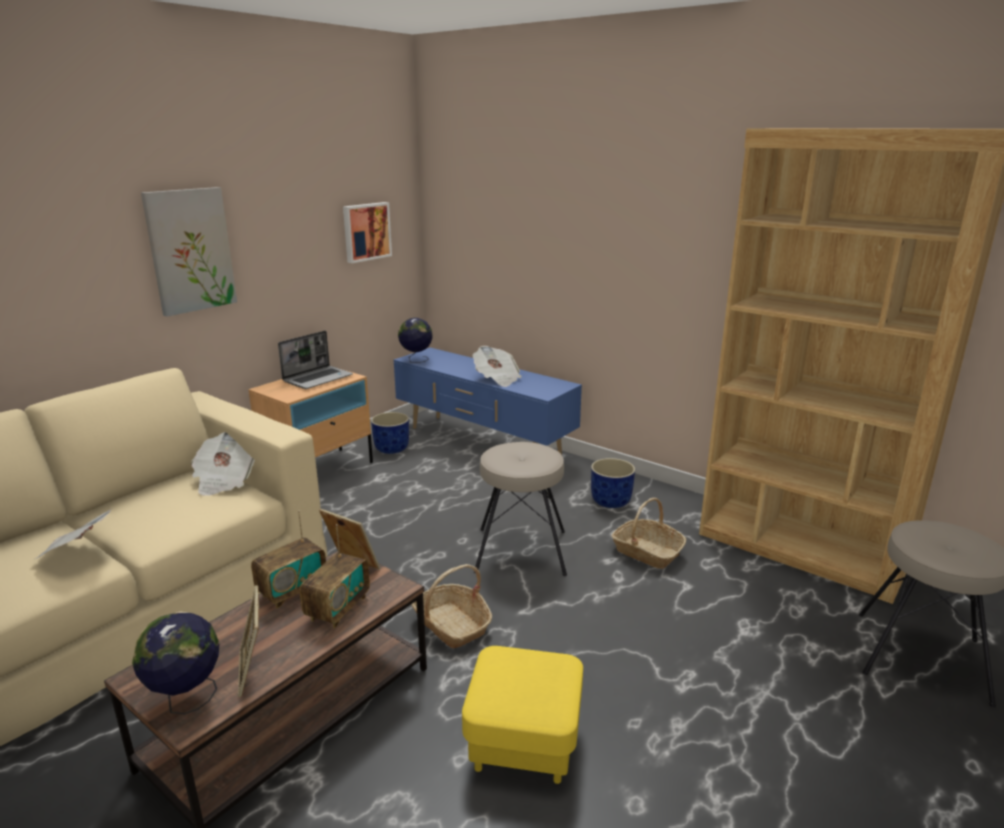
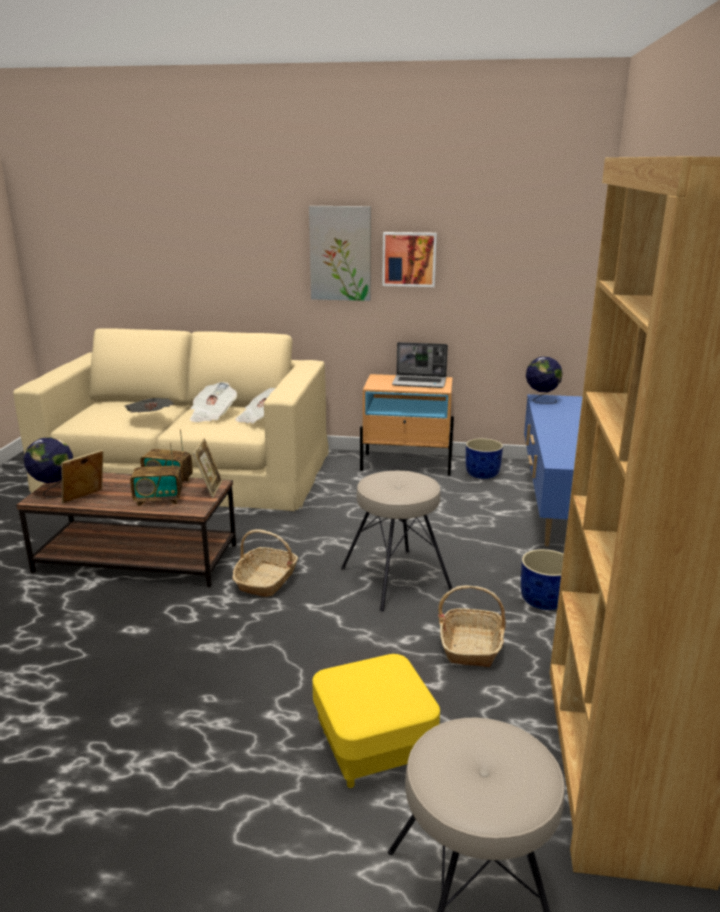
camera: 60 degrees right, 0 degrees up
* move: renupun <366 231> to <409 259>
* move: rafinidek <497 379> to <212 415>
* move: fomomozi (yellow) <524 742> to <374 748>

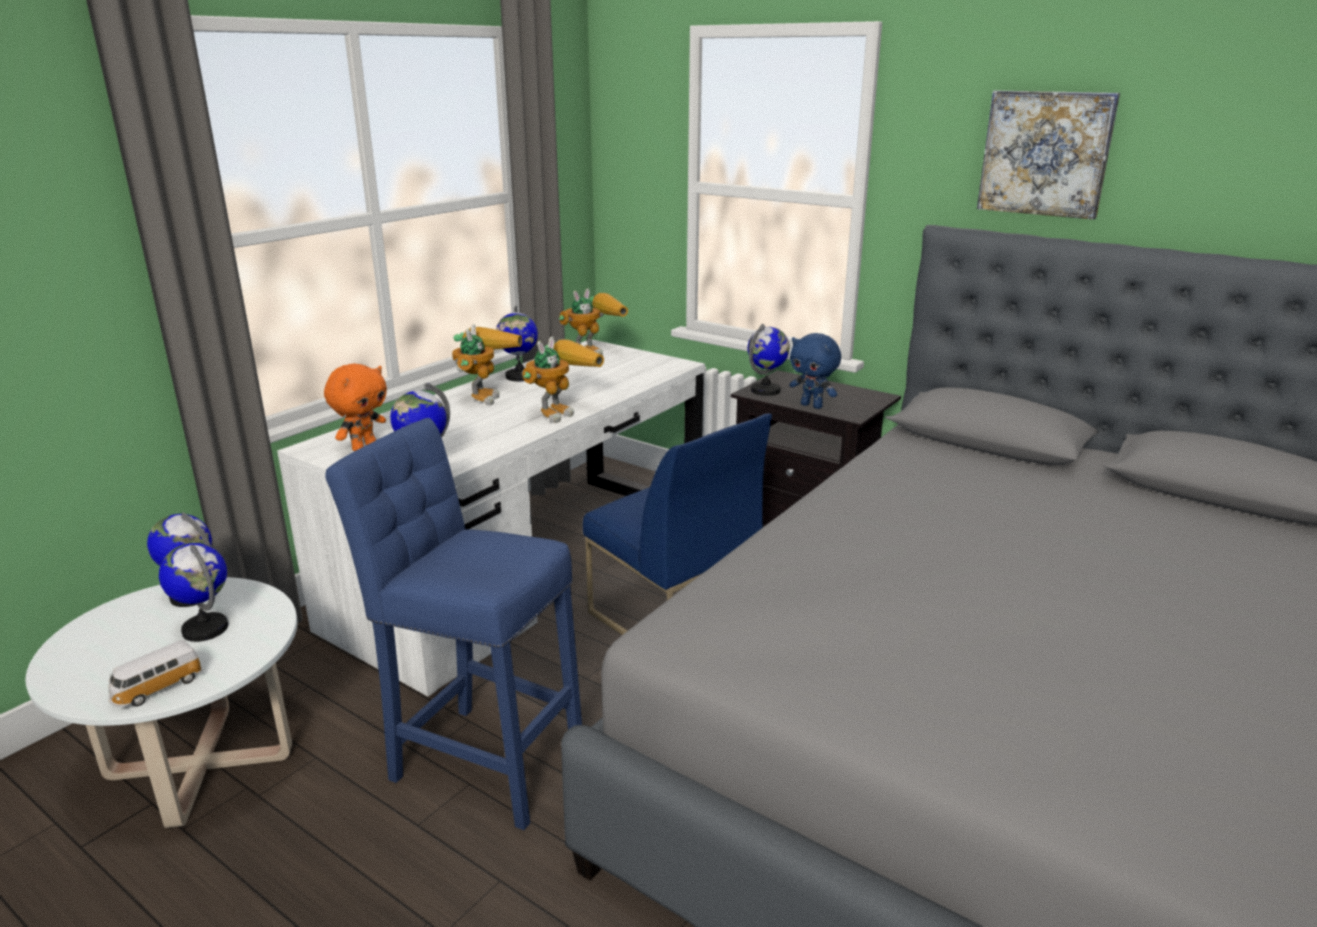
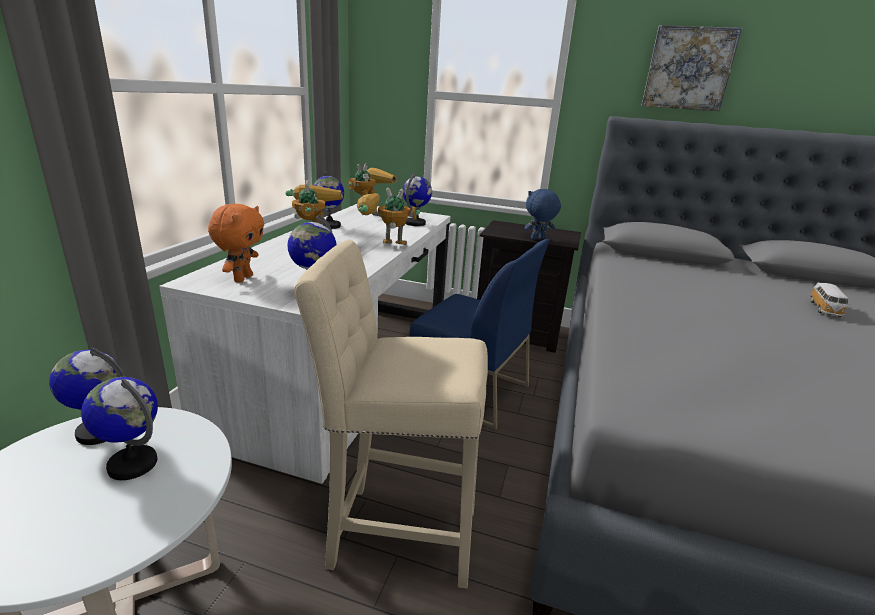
camera: 20 degrees left, 0 degrees up
* move: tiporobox <766 390> to <415 223>
* rotate: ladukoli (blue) <812 406> = <538 239> 135 degrees clockwise
* rotate: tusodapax <561 411> = <383 246> 105 degrees counterclockwise
* recolor: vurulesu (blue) <480 762> to vurulesu (beige) <396 533>
* move: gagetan <157 689> to <825 309>

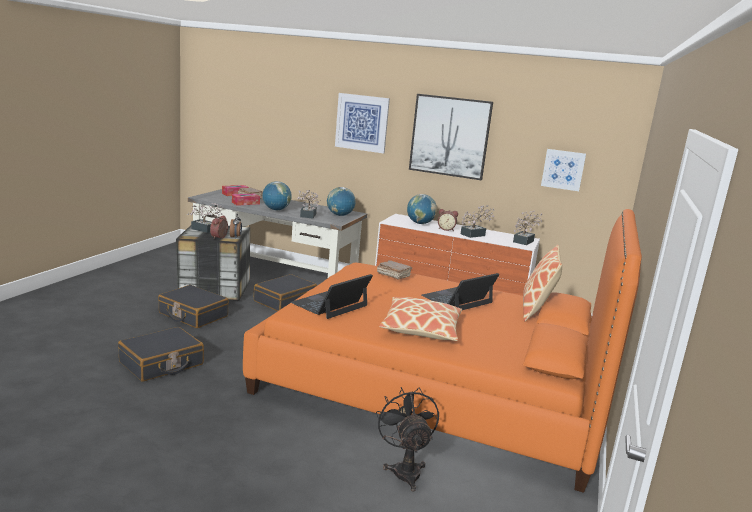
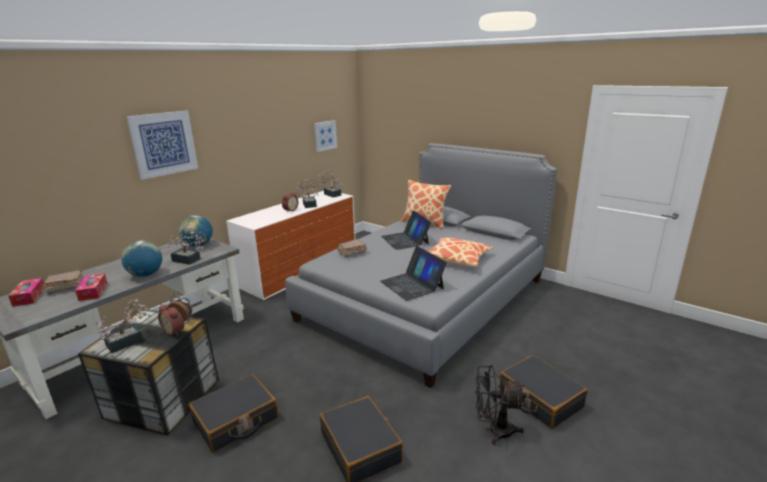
camera: 70 degrees left, 5 degrees up
* delete: renupun <450 136>
* delete: tiporobox <420 223>
* recolor: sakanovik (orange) <435 384> to sakanovik (grey) <425 299>
* move: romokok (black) <284 300> to <539 399>
* move: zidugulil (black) <404 469> to <494 430>

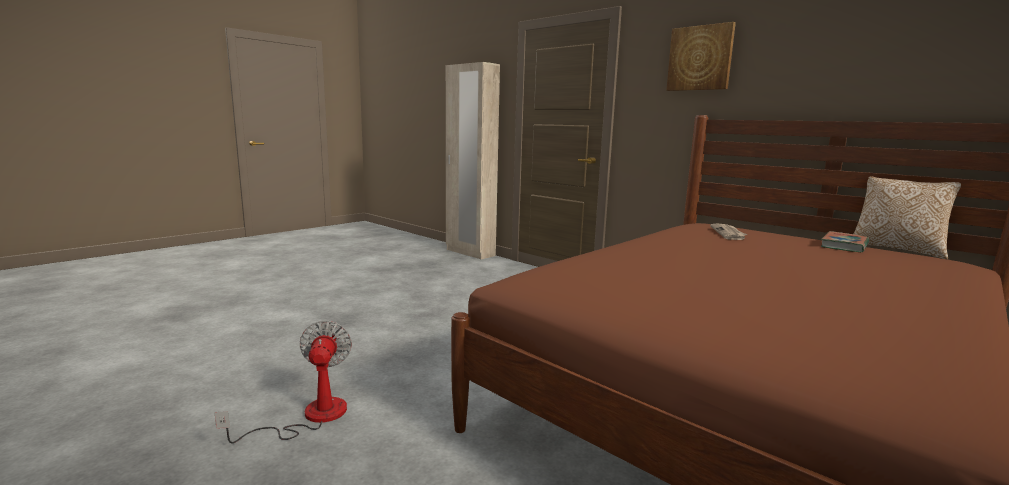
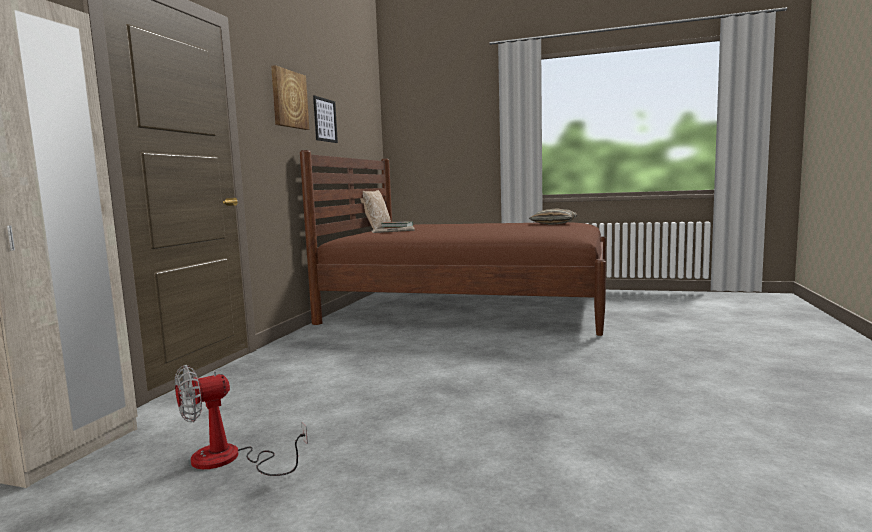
camera: 115 degrees left, 5 degrees down
* move: zidugulil <310 417> to <229 460>
* insert: renupun <325 120>
* insert: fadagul <554 223>

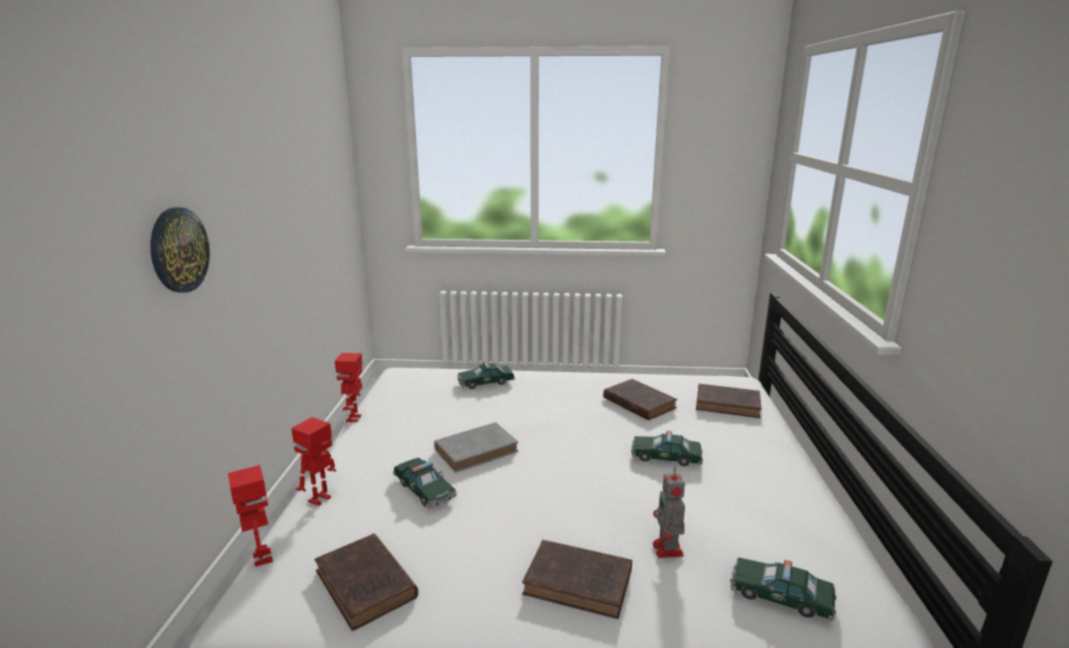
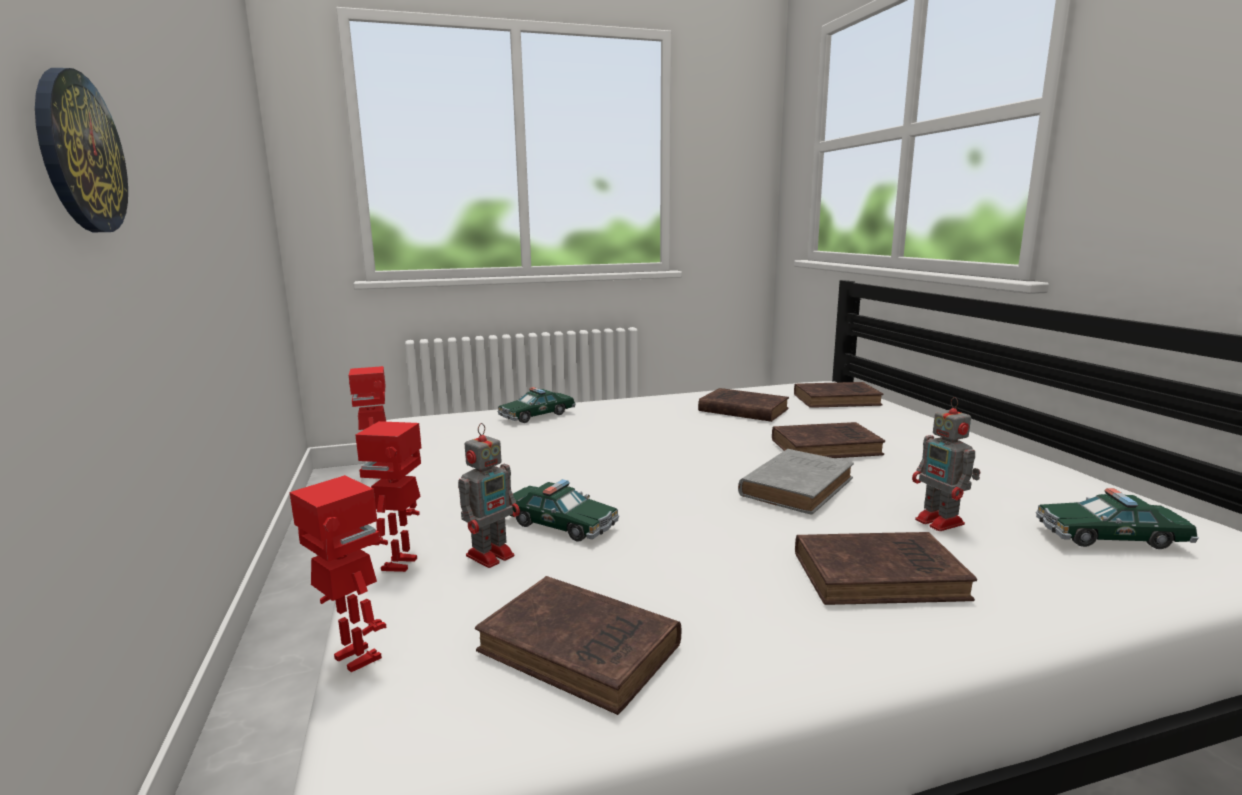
camera: 20 degrees left, 5 degrees down
* move: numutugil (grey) <478 450> to <798 486>
* replace: gagetan <665 457> to numutugil (brown) <828 447>
* insert: tusodapax <492 554>

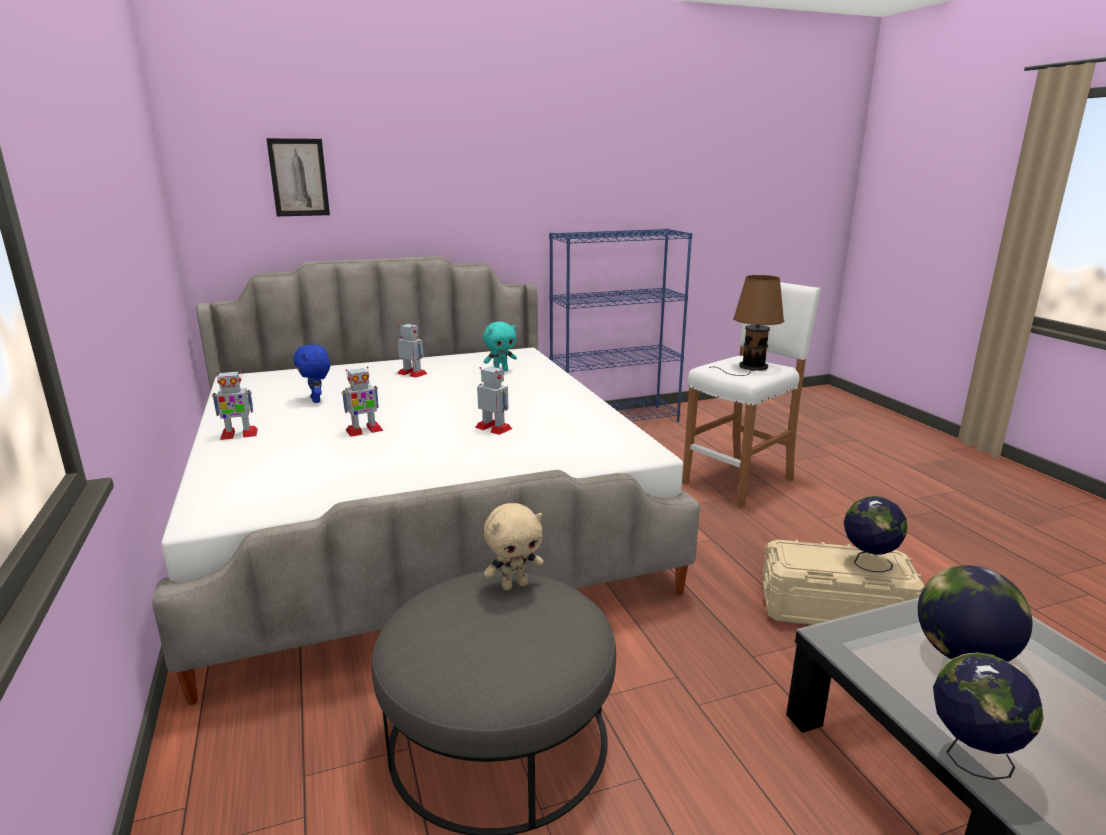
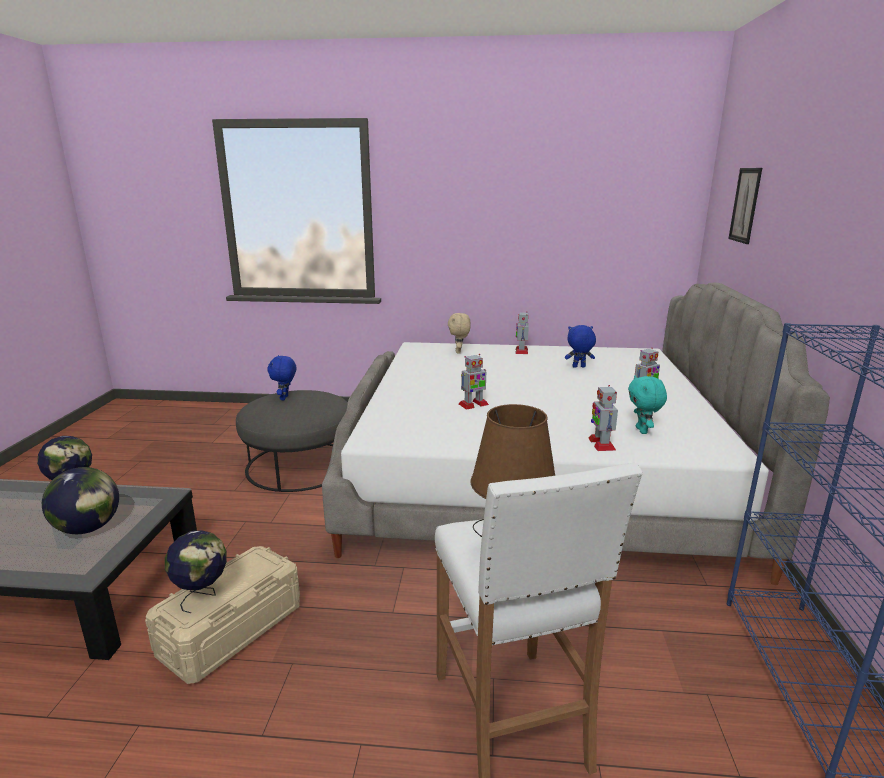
camera: 115 degrees right, 0 degrees up
* move: tusodapax <364 430> to <601 444>
* move: ladukoli (beige) <514 585> to <459 352>
* insert: ladukoli (blue) <285 398>

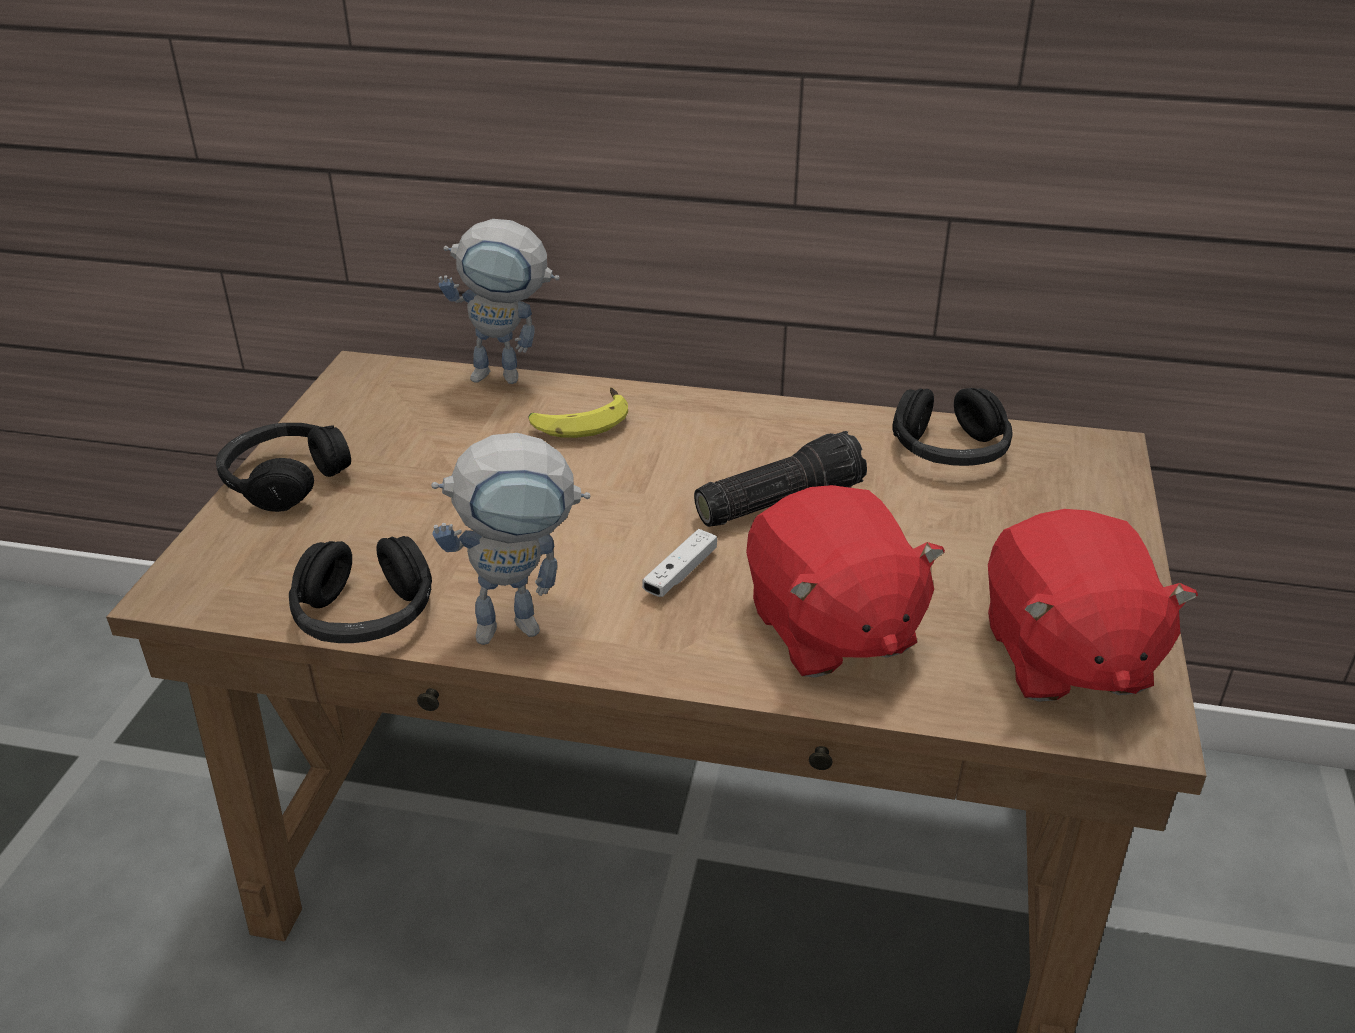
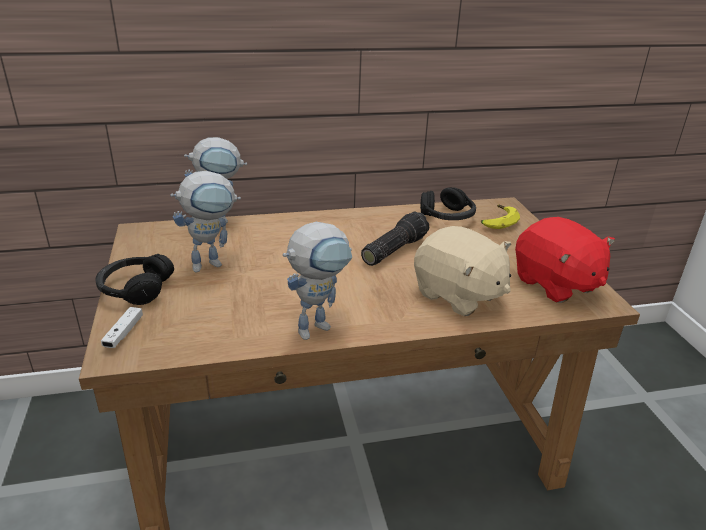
camera: 25 degrees left, 5 degrees down
* move: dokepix <579 421> to <496 221>
* recolor: ladukoli (red) <830 629> to ladukoli (beige) <458 295>
* move: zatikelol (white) <680 573> to <124 333>
* delete: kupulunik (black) <364 615>
* insert: tusodapax <213 263>

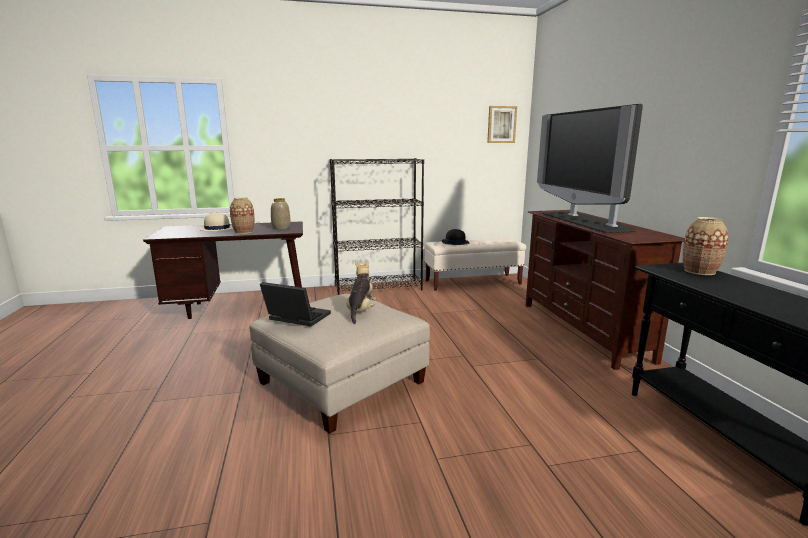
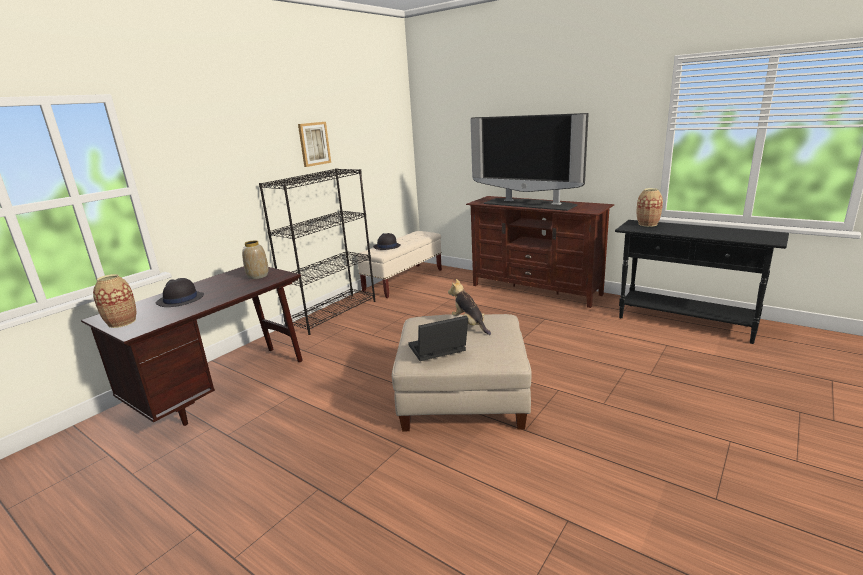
camera: 40 degrees left, 5 degrees up
* move: renupun <501 124> to <314 144>
* move: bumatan <244 232> to <122 322>
* recolor: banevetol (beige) <217 229> to banevetol (black) <180 300>

